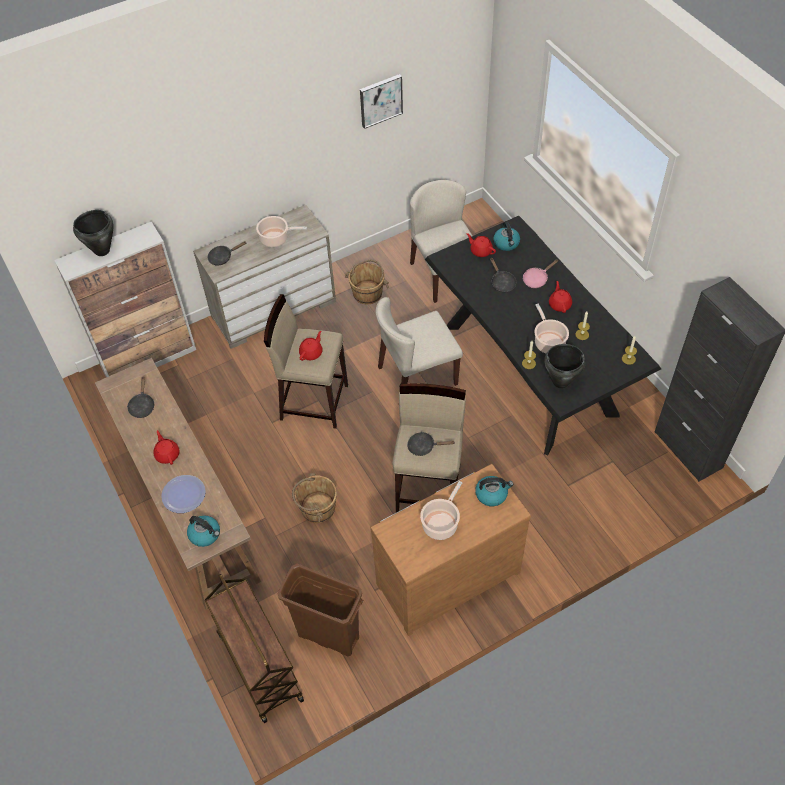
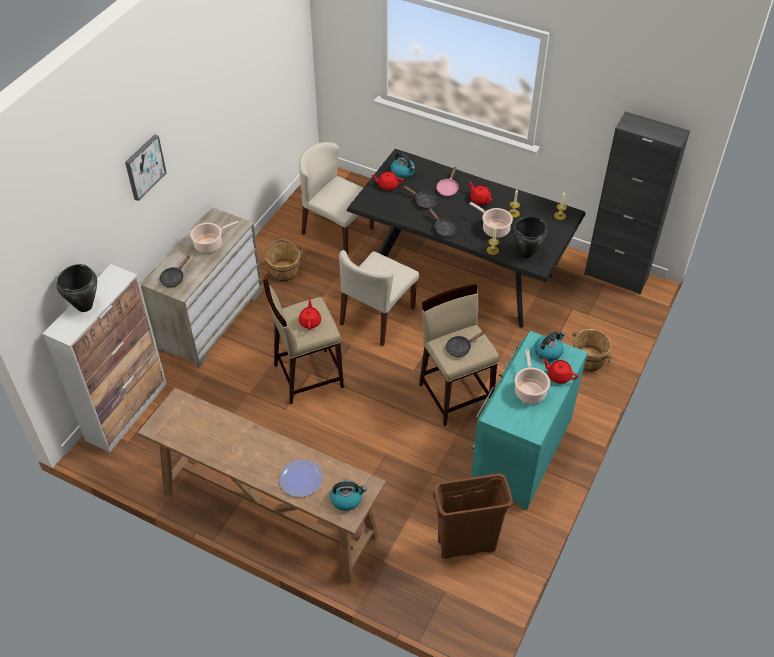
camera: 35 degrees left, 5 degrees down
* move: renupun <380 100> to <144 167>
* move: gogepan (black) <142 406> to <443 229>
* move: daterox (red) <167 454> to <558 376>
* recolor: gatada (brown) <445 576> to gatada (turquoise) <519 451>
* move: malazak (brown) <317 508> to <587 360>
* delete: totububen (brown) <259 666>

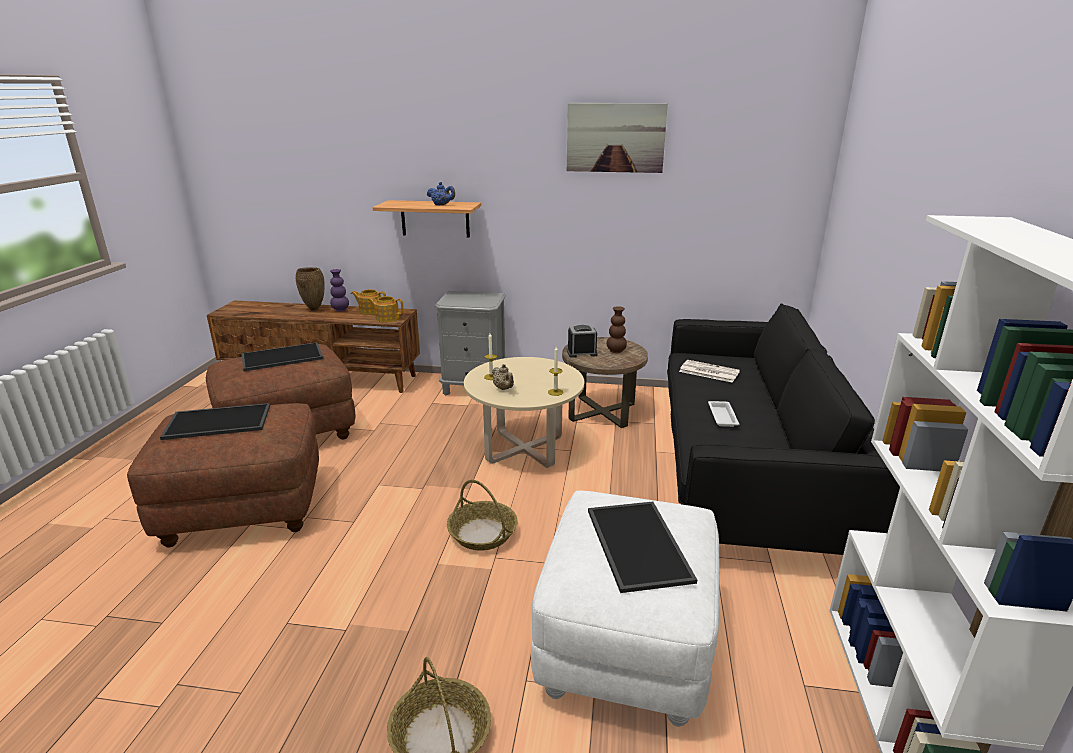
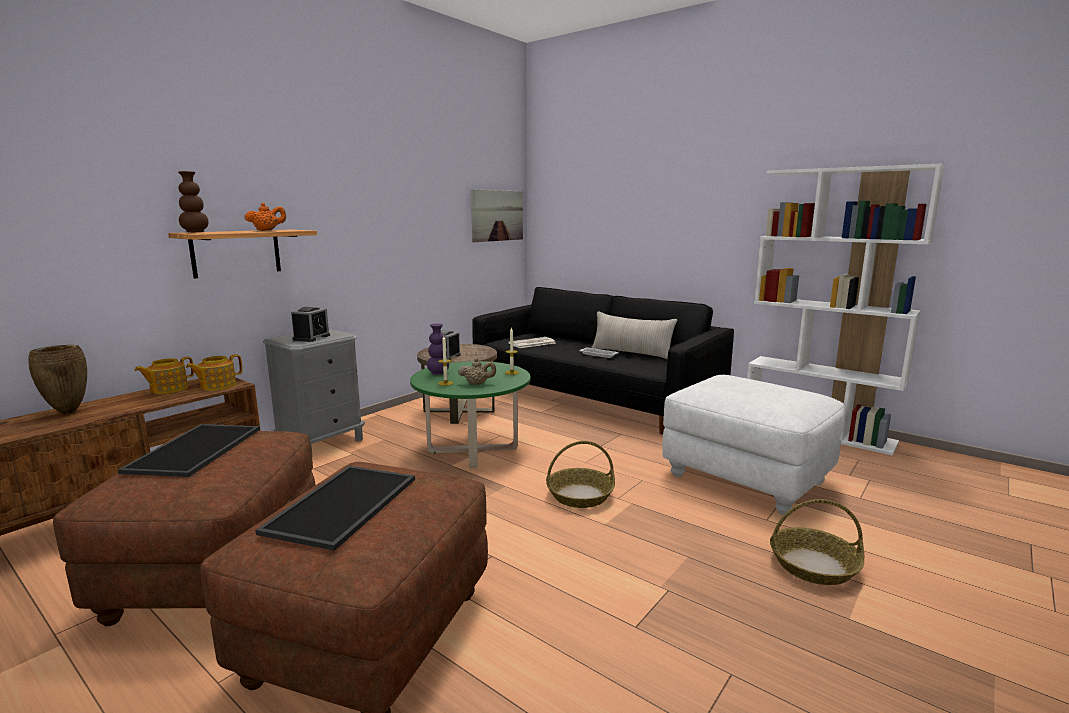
camera: 60 degrees left, 10 degrees down
* move: renupun <615 138> to <497 215>
* recolor: daterox (blue) <442 205> to daterox (orange) <267 230>
* move: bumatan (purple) <340 310> to <438 373>
* move: bumatan (brown) <616 351> to <195 232>
* recolor: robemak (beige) <524 449> to robemak (green) <473 450>
* delete: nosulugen <635 544>
* insert: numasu <311 337>
* insert: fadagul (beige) <631 353>

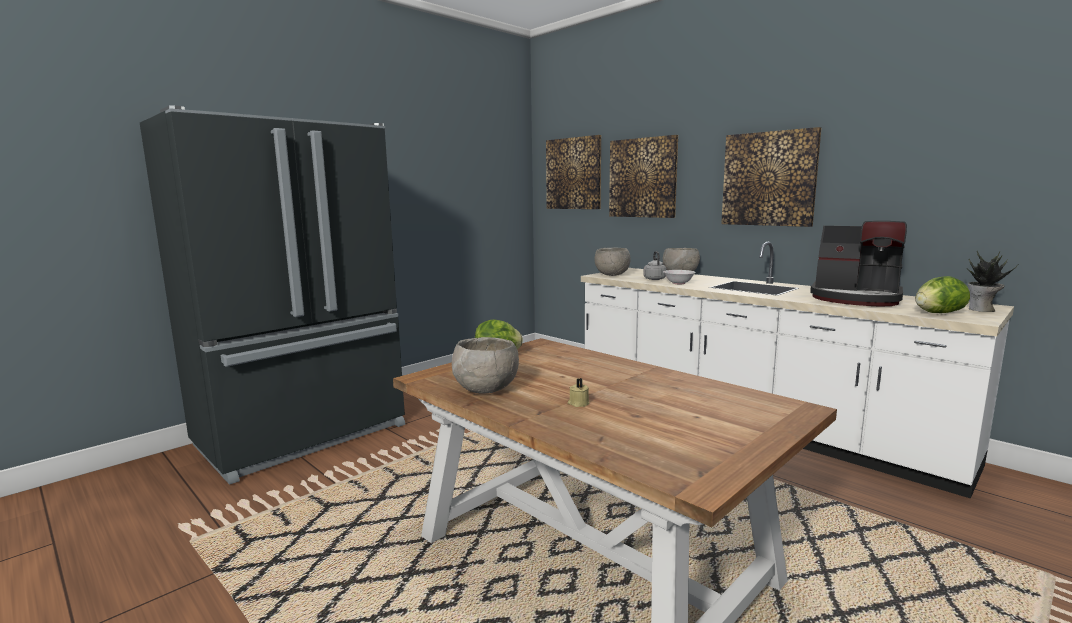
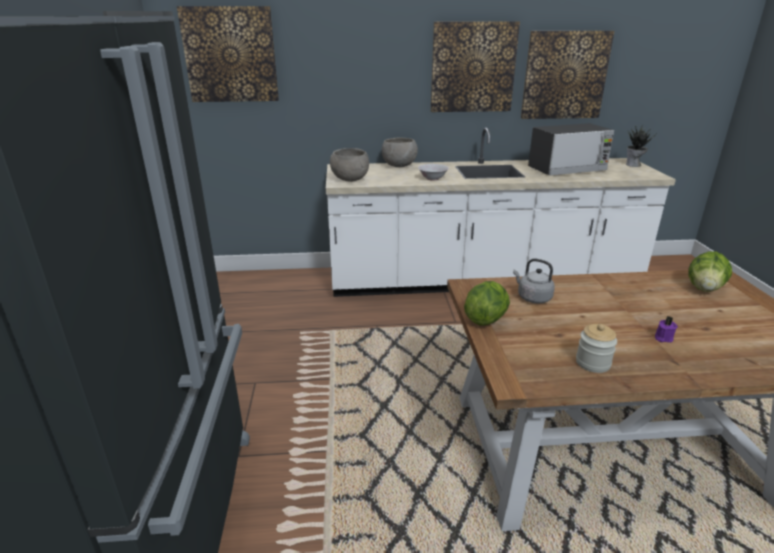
camera: 50 degrees left, 15 degrees up
* move: renupun <643 178> to <565 75>
* replace: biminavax <856 298> to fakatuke <567 169>
* move: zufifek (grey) <654 279> to <532 297>
* move: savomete <938 313> to <704 288>
* replace: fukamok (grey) <486 390> to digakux <592 363>
* recolor: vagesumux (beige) <578 403> to vagesumux (purple) <662 338>

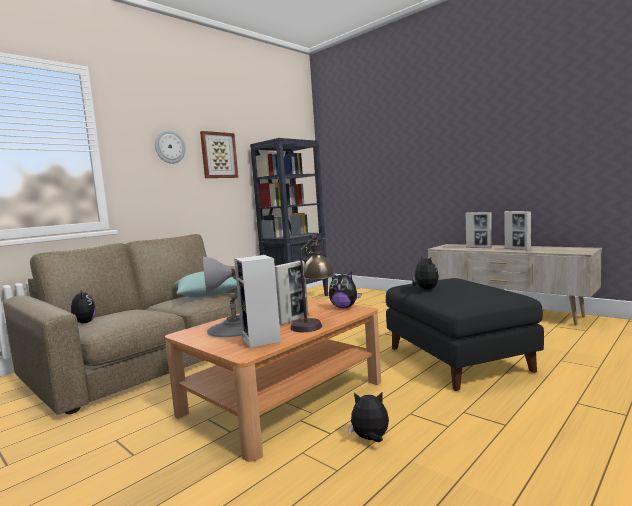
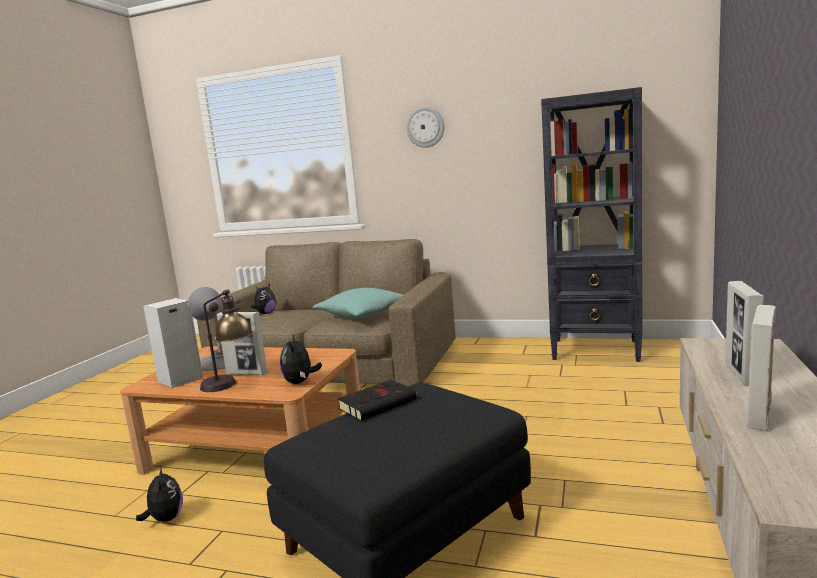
camera: 65 degrees right, 5 degrees up
* delete: renupun <218 155>
* replace: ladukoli <425 289> to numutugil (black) <379 404>

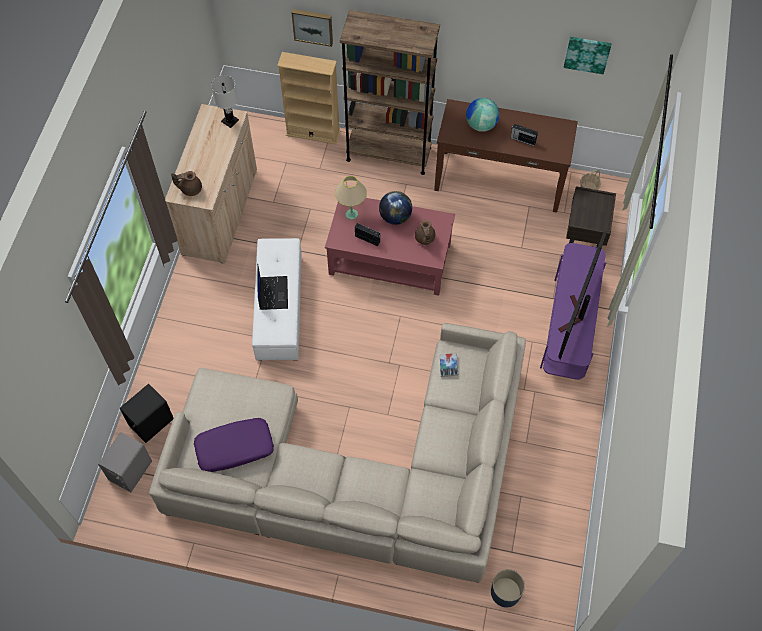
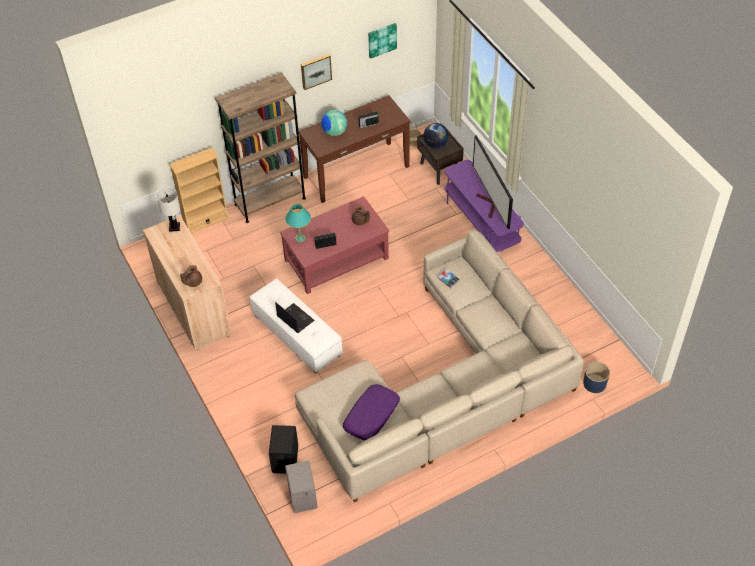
camera: 40 degrees left, 10 degrees down
* move: renupun <313 26> to <315 70>
* recolor: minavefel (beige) <351 214> to minavefel (turquoise) <300 238>
* move: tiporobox <395 217> to <435 144>

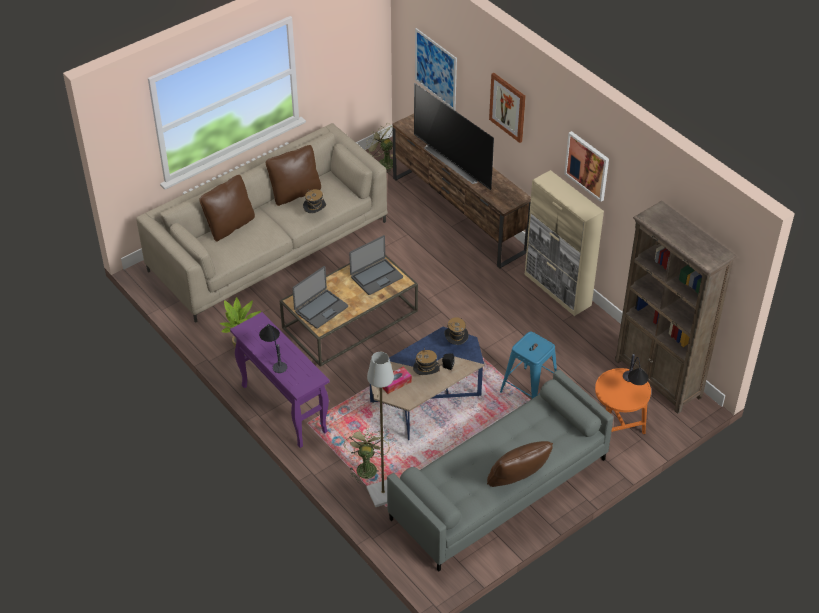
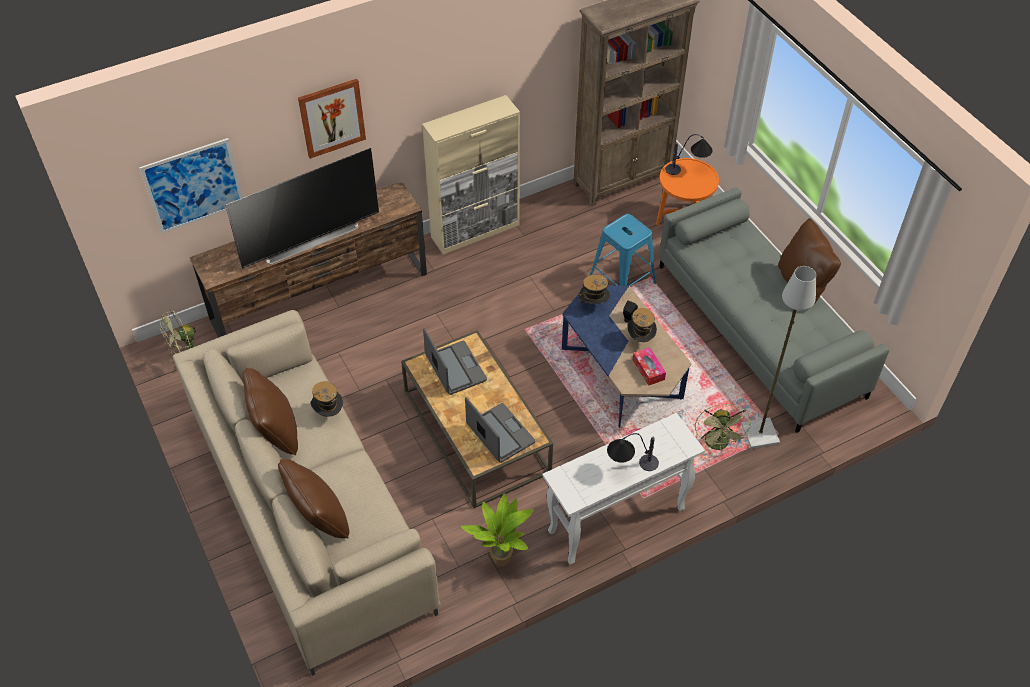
camera: 80 degrees left, 5 degrees up
* delete: renupun <587 165>
* recolor: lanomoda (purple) <283 408> to lanomoda (white) <615 521>
* rotate: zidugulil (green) <366 466> = <718 445> 105 degrees counterclockwise

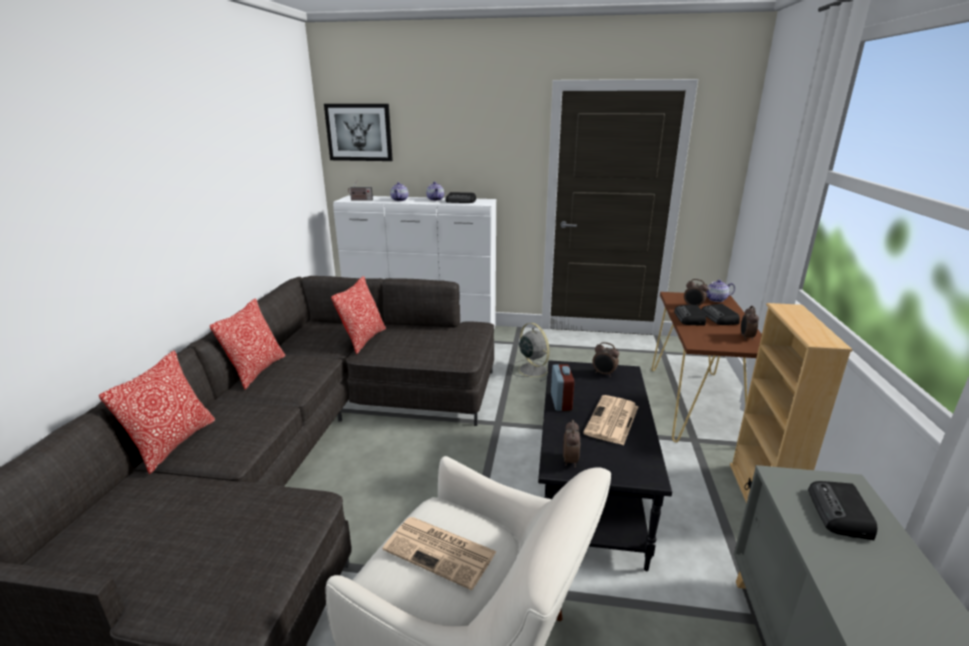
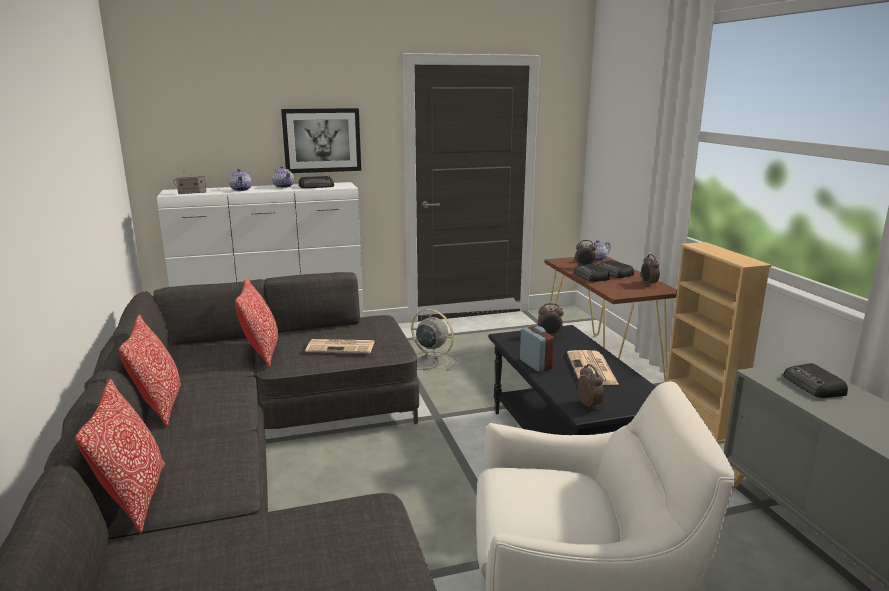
camera: 25 degrees left, 5 degrees down
* move: renupun <359 132> to <322 140>
* move: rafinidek <441 551> to <342 347>

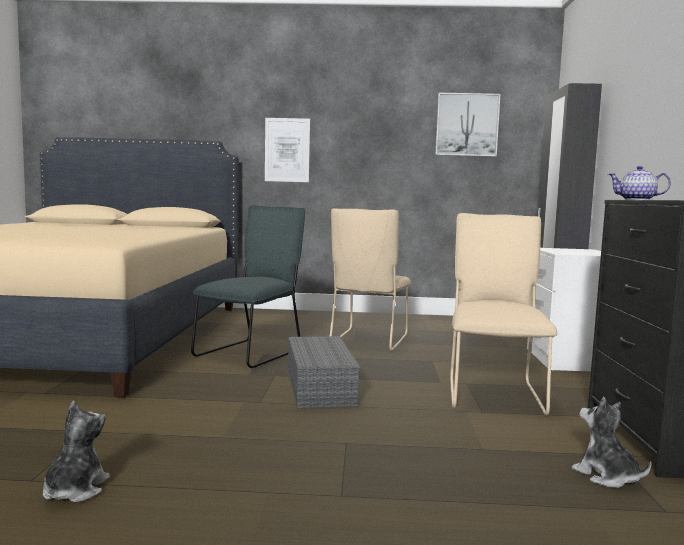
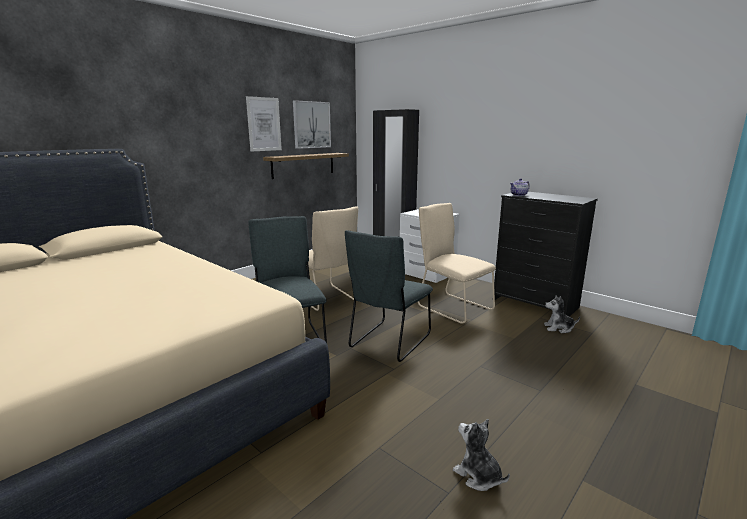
camera: 50 degrees left, 10 degrees up
* move: renupun <287 150> to <264 124>
* replace: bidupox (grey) <318 386> to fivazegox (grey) <388 342>
* insert: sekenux <303 165>

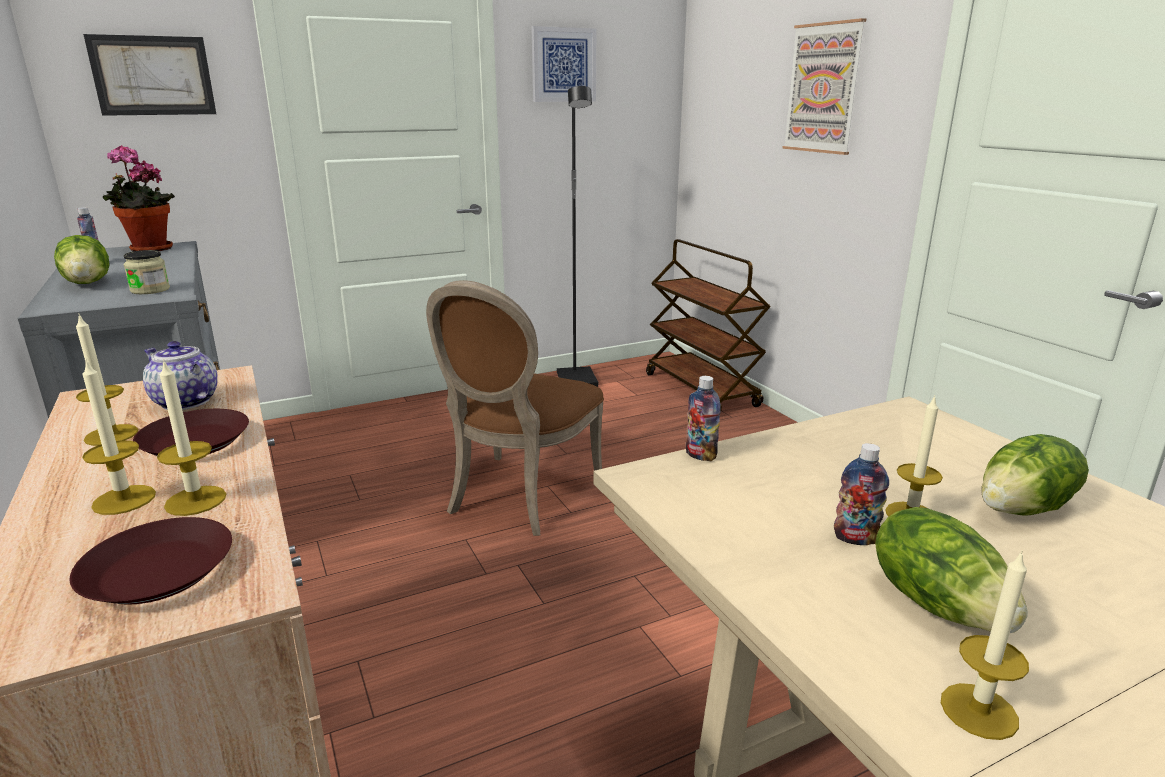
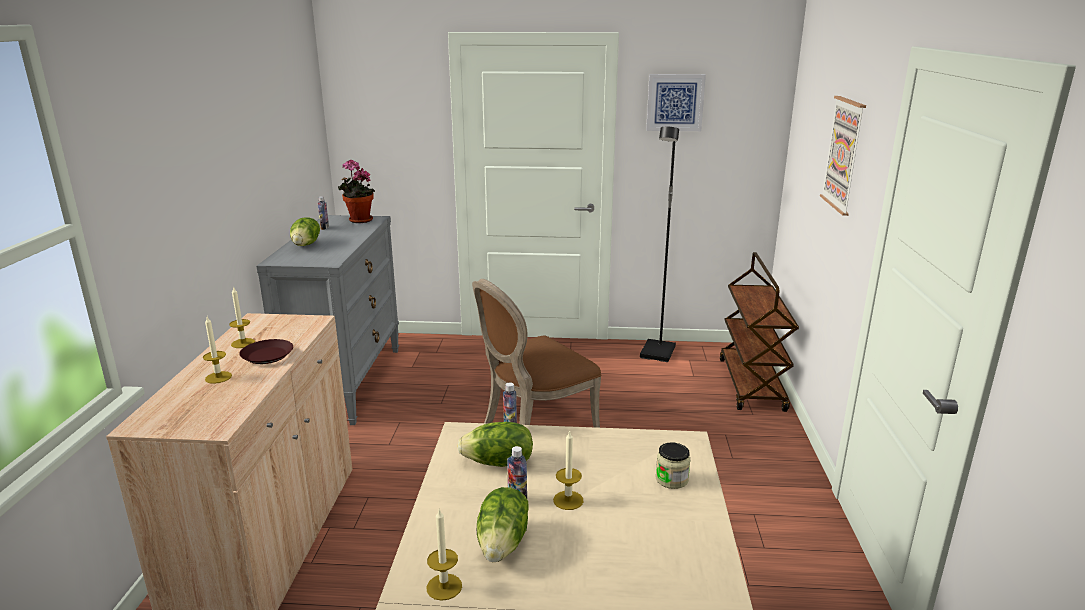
camera: 30 degrees right, 0 degrees up
* delete: renupun <153 76>
* move: digakux <150 290> to <671 479>
* delete: daterox <184 402>
* delete: vagesumux <195 500>
* move: savomete <1024 509> to <498 463>
* delete: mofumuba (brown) <156 572>

